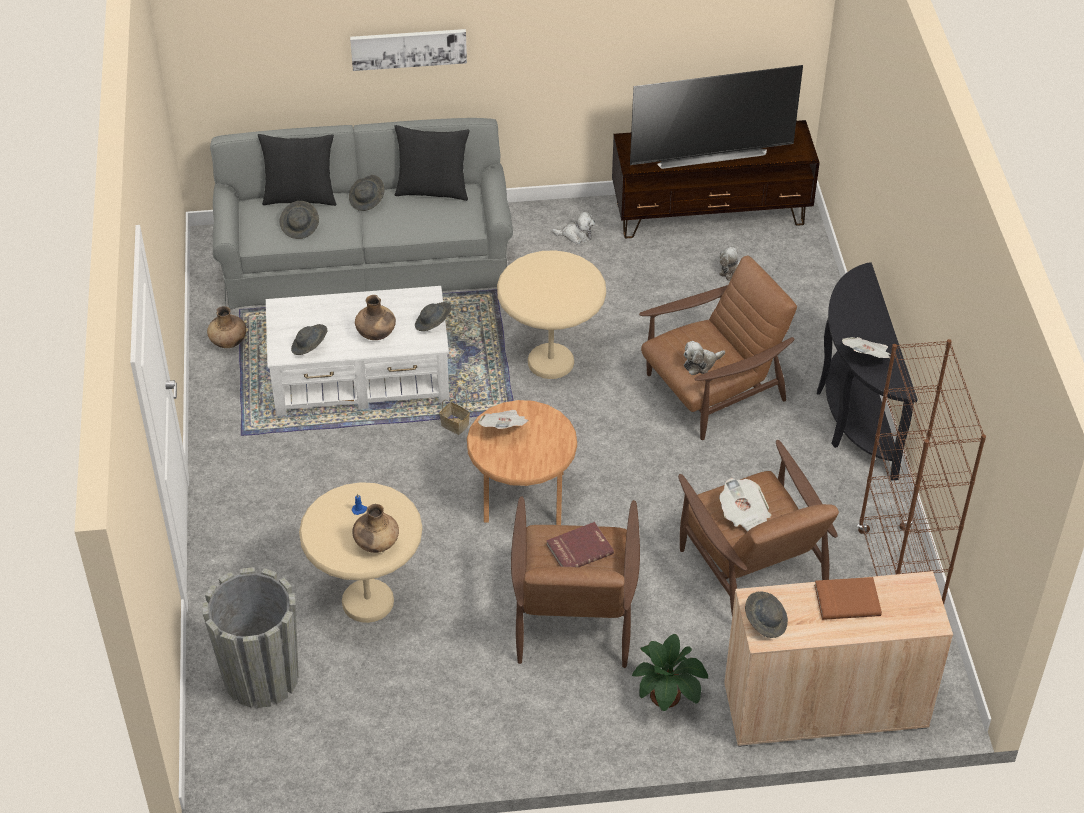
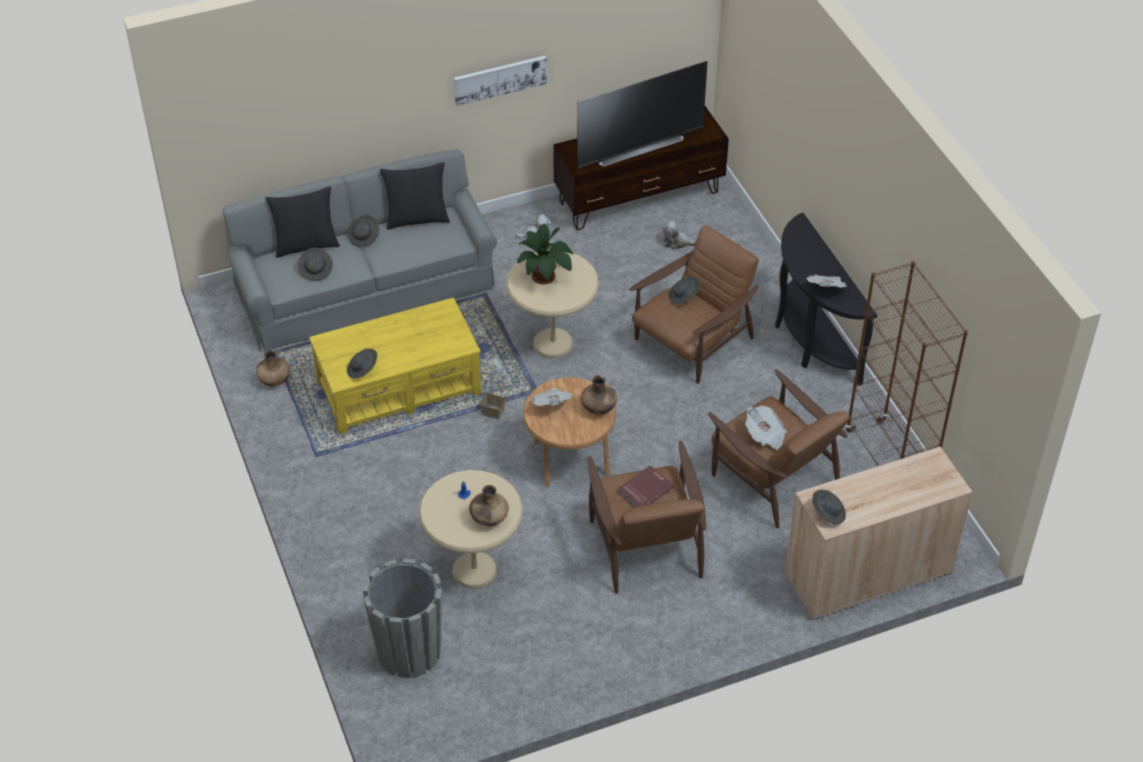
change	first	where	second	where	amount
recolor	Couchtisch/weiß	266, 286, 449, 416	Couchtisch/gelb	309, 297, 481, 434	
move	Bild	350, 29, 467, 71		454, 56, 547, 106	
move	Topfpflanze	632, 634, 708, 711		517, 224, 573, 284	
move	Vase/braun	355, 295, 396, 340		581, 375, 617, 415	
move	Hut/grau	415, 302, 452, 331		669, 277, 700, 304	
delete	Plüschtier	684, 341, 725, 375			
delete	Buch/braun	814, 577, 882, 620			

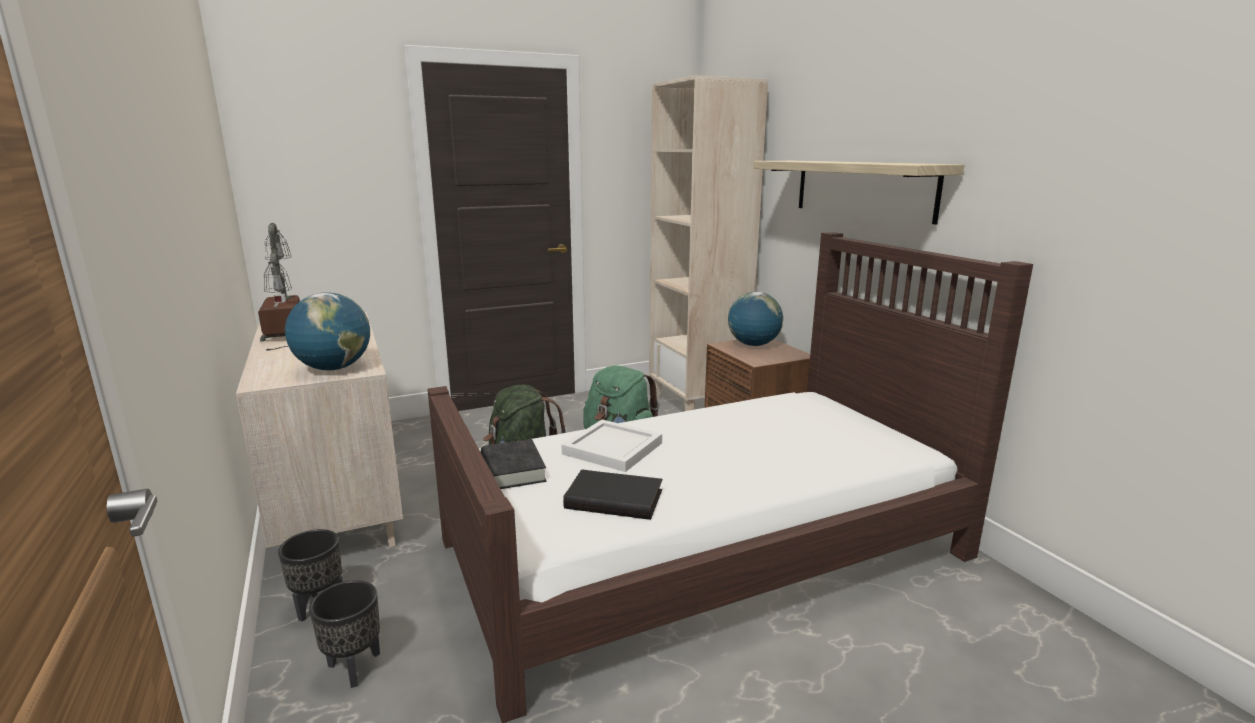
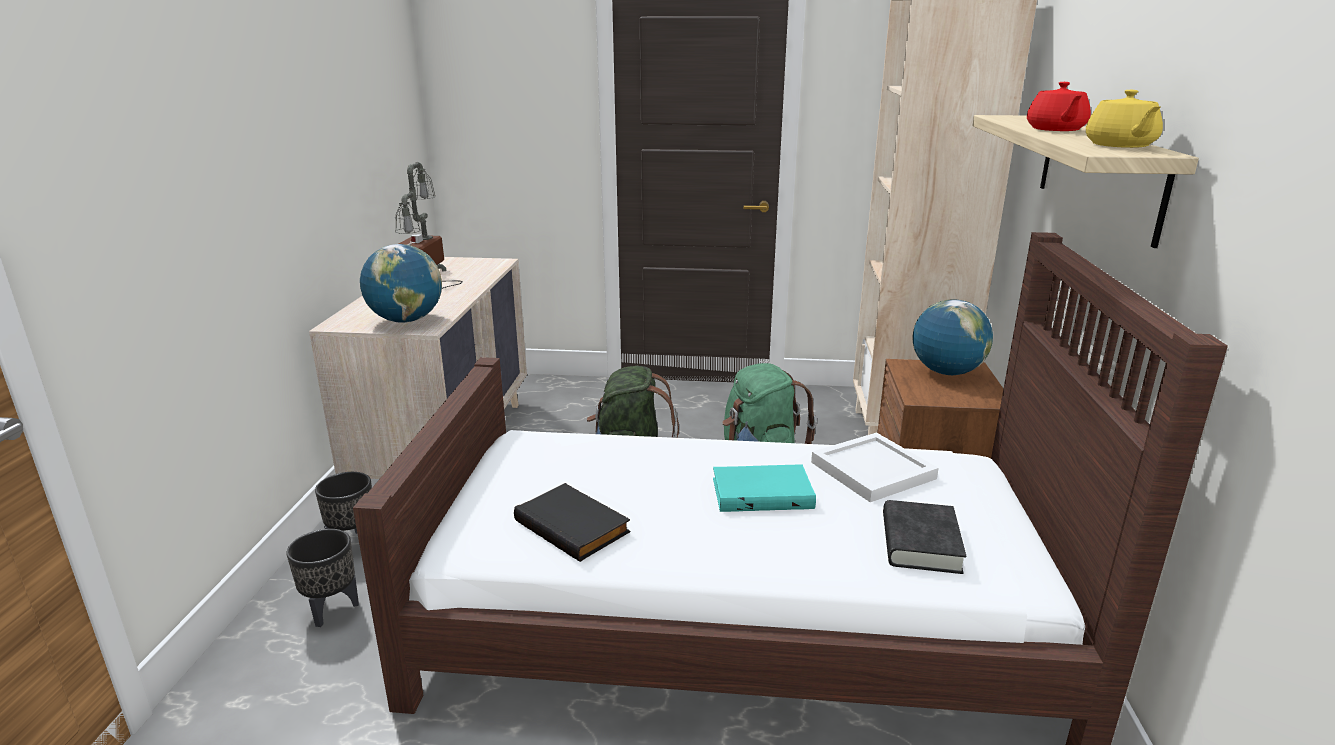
change	first	where	second	where	amount
insert			Buch/türkis	713, 464, 816, 512	
move	Tablett/weiß	562, 420, 662, 472		811, 432, 939, 502	
move	Buch/schwarz	481, 439, 546, 489		883, 500, 966, 574	
insert			Teekanne/rot	1027, 82, 1091, 131	
insert			Teekanne/gelb	1086, 90, 1163, 148	

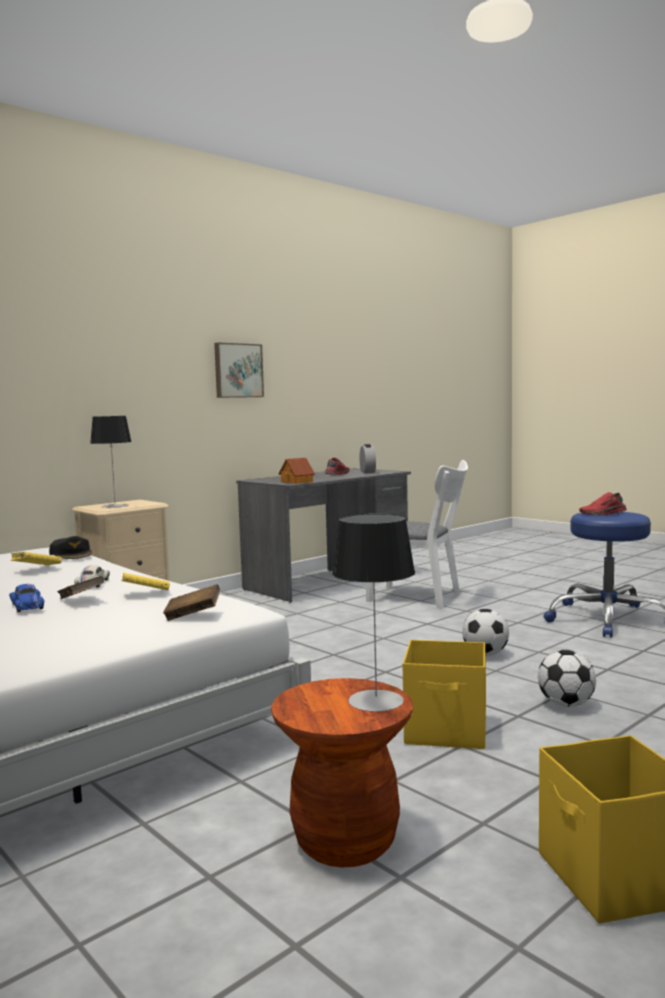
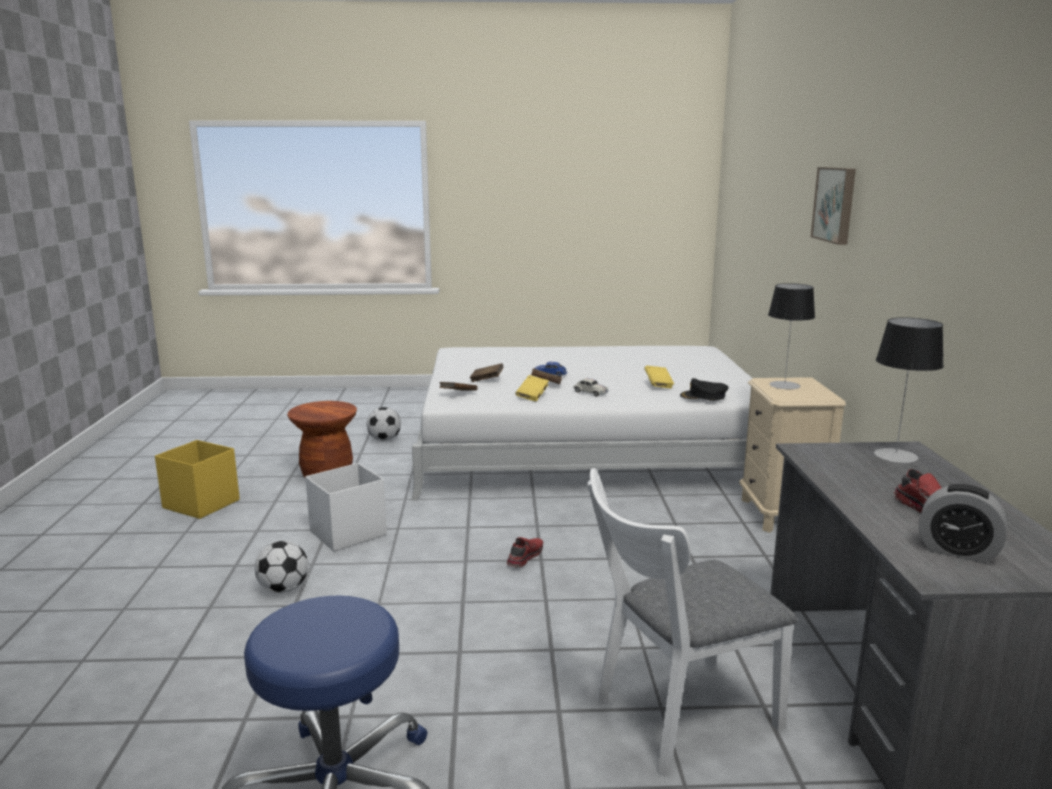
change	first	where	second	where	amount
recolor	Aufbewahrungsbox/gelb	403, 640, 486, 749	Aufbewahrungsbox/weiß	305, 463, 387, 552	
move	Fußball	462, 609, 509, 656		367, 407, 401, 441	
insert			Buch/braun	470, 363, 504, 382	
move	Schuh/rot	579, 492, 627, 516		507, 537, 543, 567	
move	Bild	214, 342, 264, 398		811, 167, 856, 245	
move	Tischlampe	332, 514, 415, 711		874, 317, 944, 463	
delete	Spielzeughaus	279, 458, 315, 484			

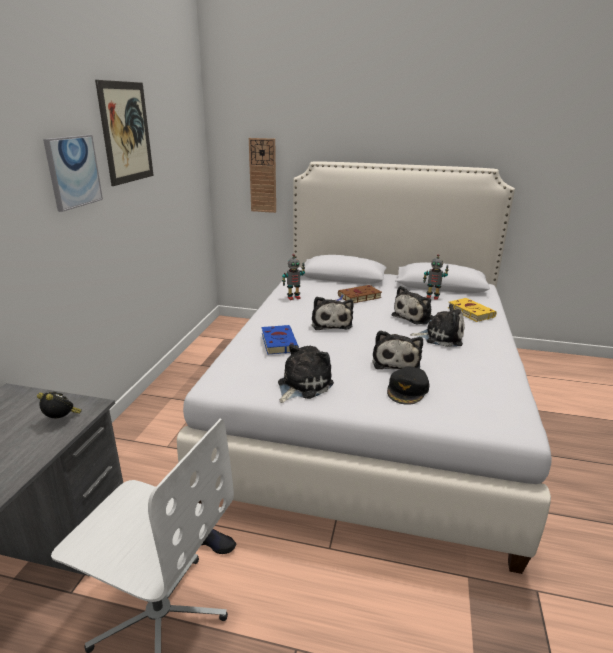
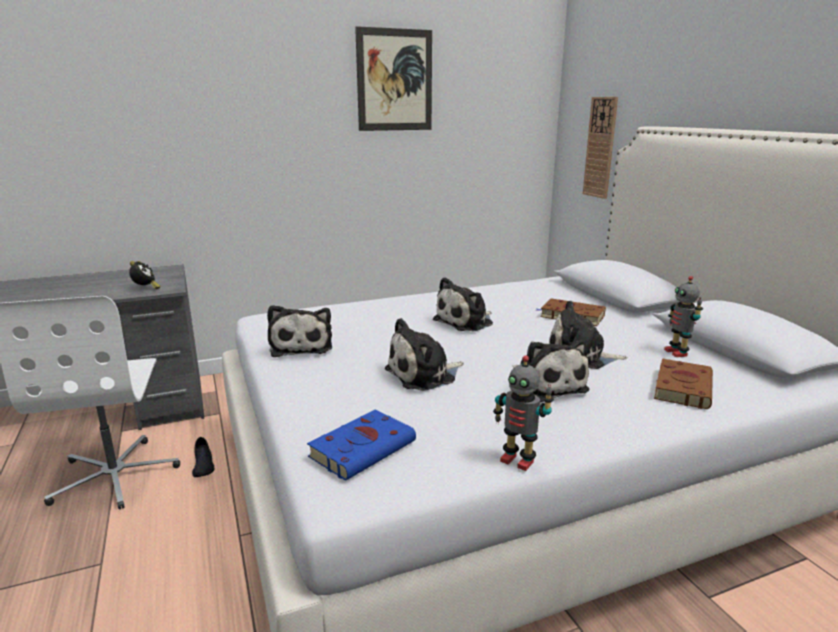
change	first	where	second	where	amount
rotate	Plüschtier	278, 344, 334, 403		267, 305, 332, 357	75 degrees clockwise
move	Buch/blau	262, 325, 299, 354		307, 409, 416, 481	
move	Spielzeugroboter	282, 254, 305, 300		493, 355, 554, 471	
recolor	Buch/gelb	448, 298, 497, 322	Buch/braun	654, 358, 713, 409	
delete	Bild	43, 135, 103, 212			
delete	Kappe/schwarz	387, 367, 429, 405			

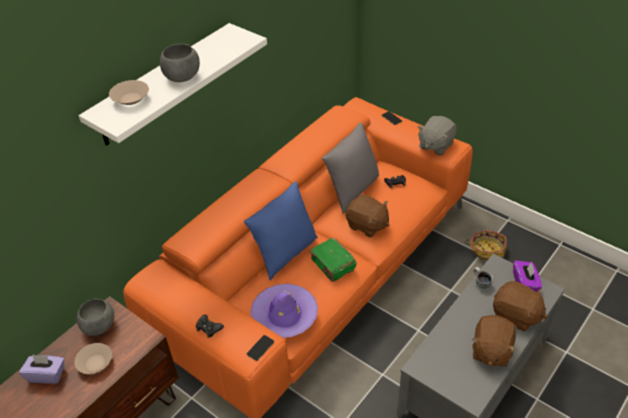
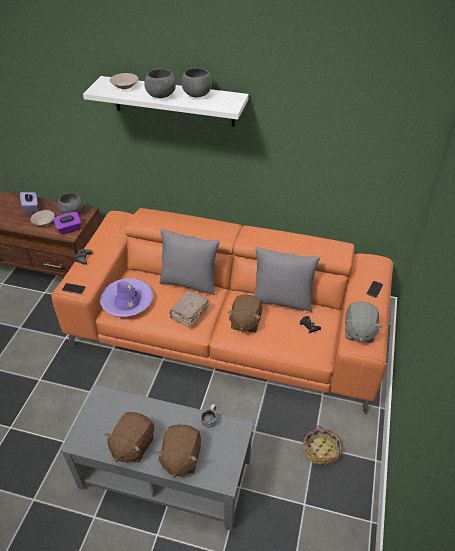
change	first	where	second	where	amount
move	Taschentuchbox/lila	513, 260, 542, 292		53, 212, 81, 235	
rotate	Plüschtier/braun	472, 315, 517, 367		104, 412, 154, 463	60 degrees counterclockwise
recolor	Kissen/blau	244, 181, 318, 280	Kissen/grau	159, 229, 220, 296	
recolor	Buch/grün	309, 238, 357, 282	Buch/braun	170, 290, 209, 328	
insert			Schüssel/grau	182, 68, 212, 98	
rotate	Plüschtier/grau	418, 116, 457, 155		345, 301, 382, 343	90 degrees counterclockwise

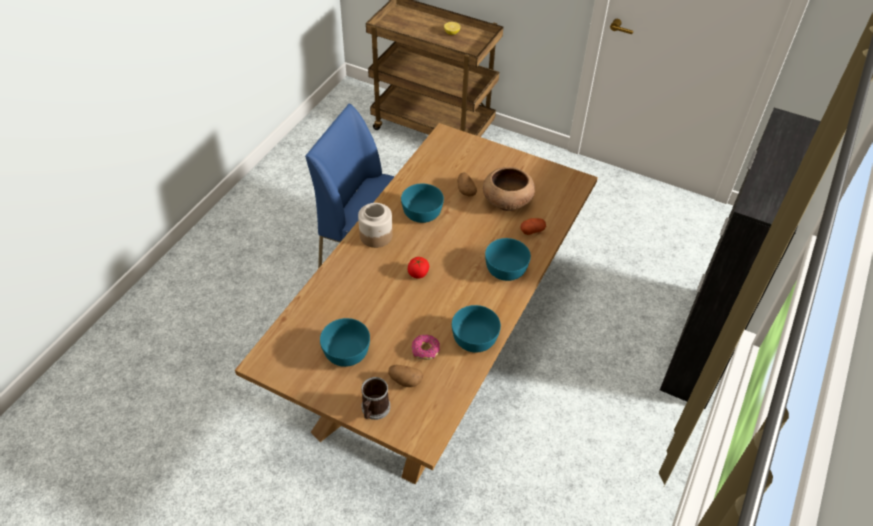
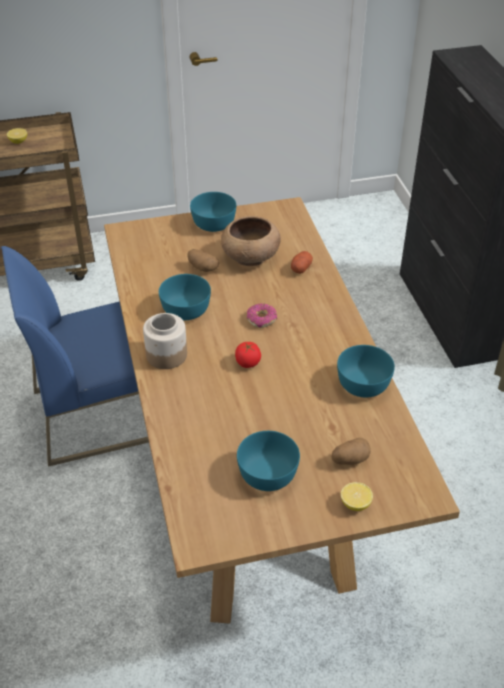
change	first	where	second	where	amount
move	Schüssel/türkis	485, 238, 531, 281		190, 192, 236, 232	
move	Donut	411, 335, 440, 360		247, 303, 277, 328	
replace	Henkelbecher	361, 377, 390, 420	Zitrone	341, 482, 373, 511	

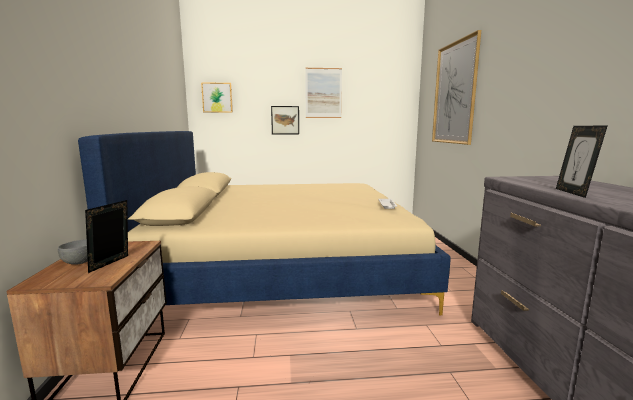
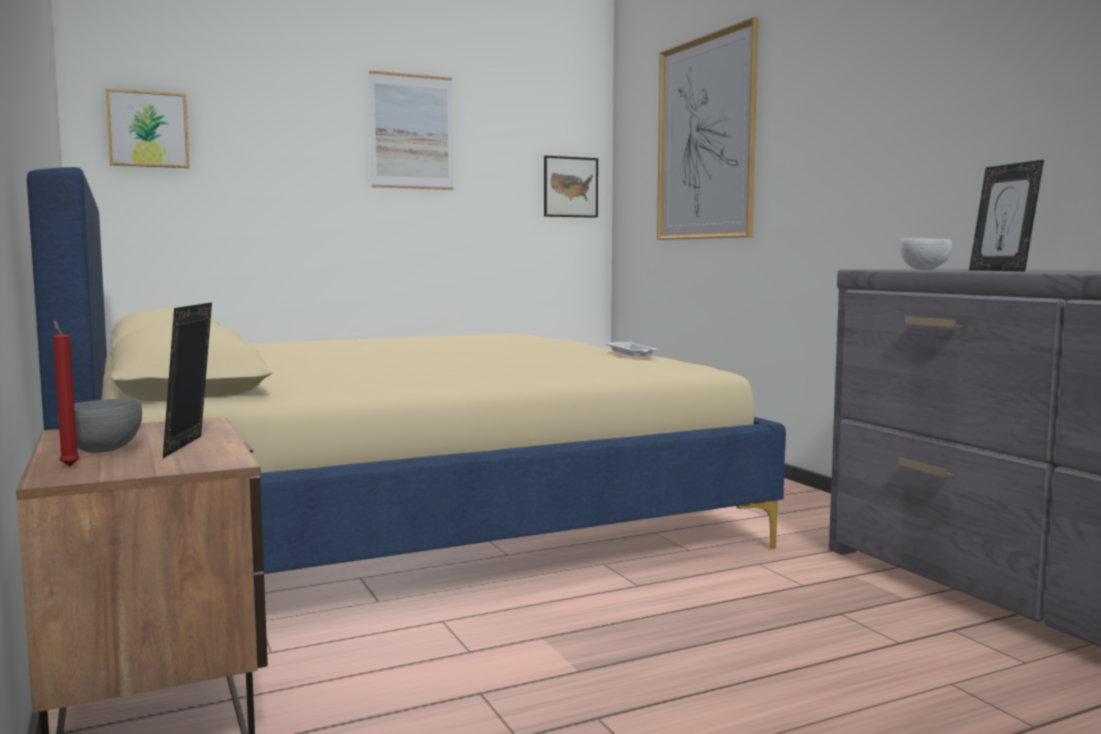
change	first	where	second	where	amount
insert			Kerze/rot	53, 320, 79, 466	
move	Bild	271, 106, 299, 134		544, 155, 598, 218	
insert			Schüssel/weiß	900, 238, 952, 269	

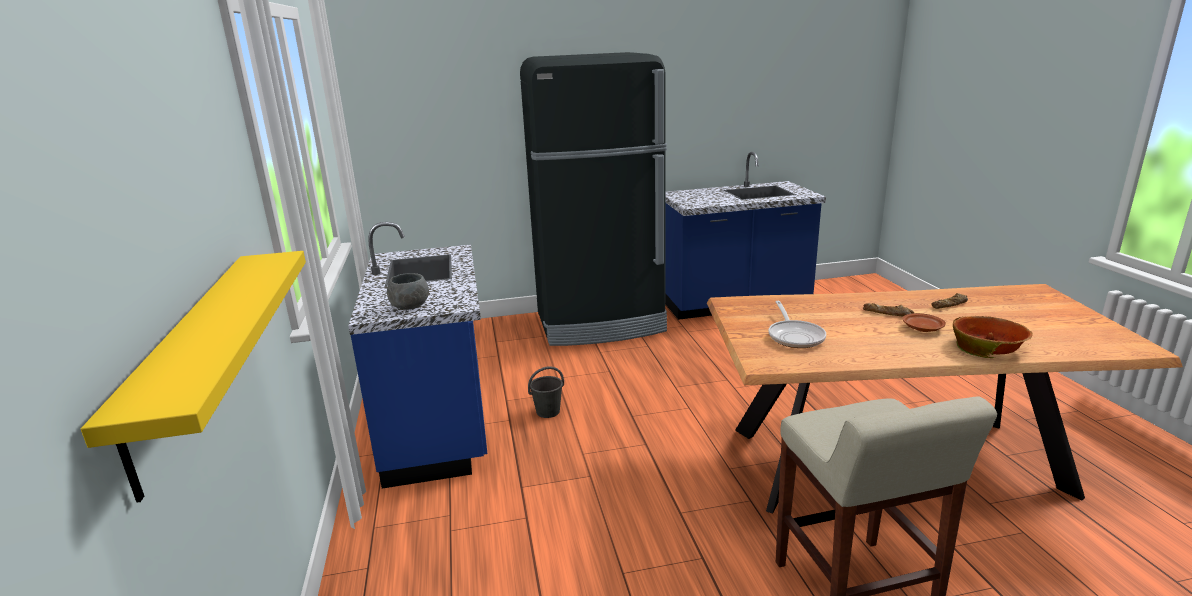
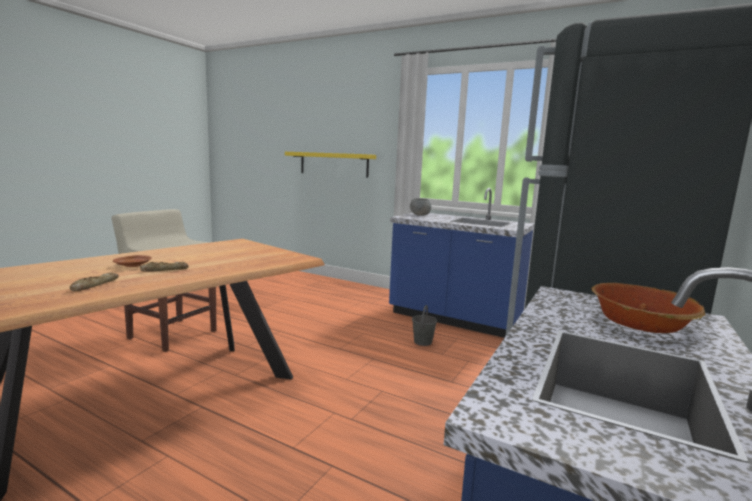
change	first	where	second	where	amount
move	Schüssel	953, 316, 1033, 358		591, 283, 705, 333	
delete	Pfanne	768, 301, 826, 348			

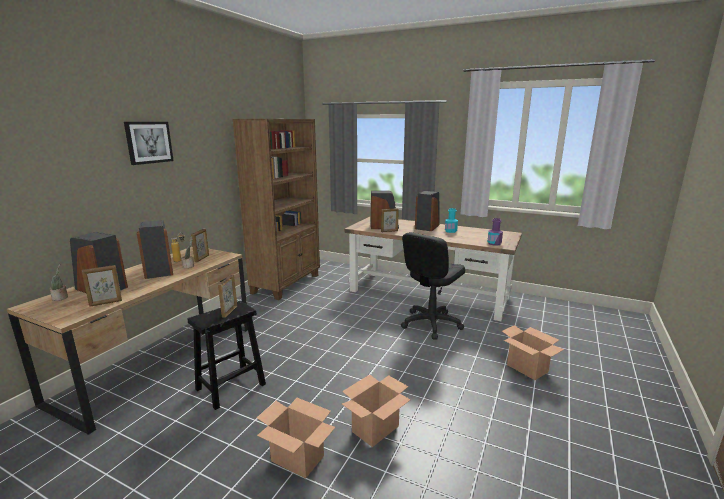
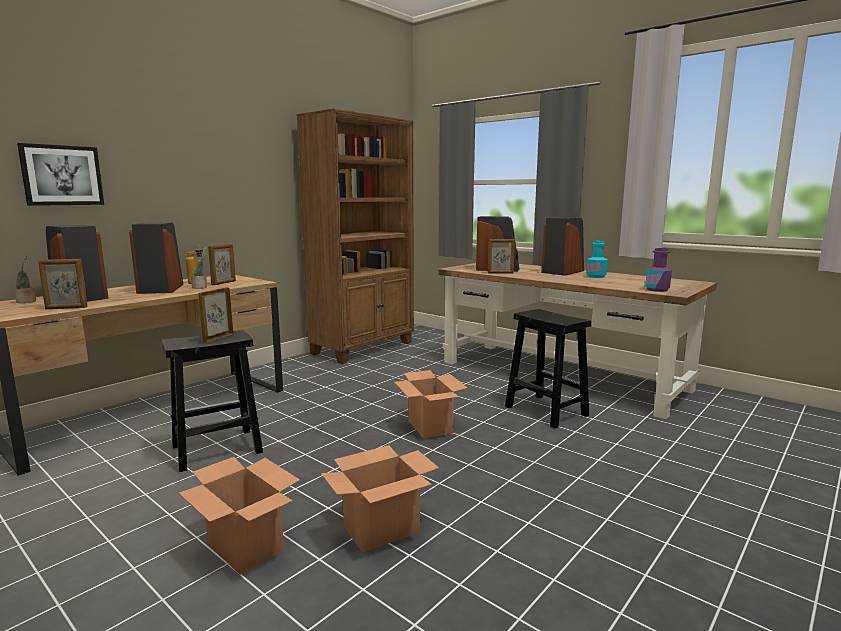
change	first	where	second	where	amount
move	Bild	124, 122, 174, 165		17, 143, 104, 206	
move	Karton	502, 325, 564, 380		394, 370, 467, 438	
replace	Bürostuhl/schwarz	401, 232, 465, 340	Hocker/schwarz	505, 309, 591, 429	

